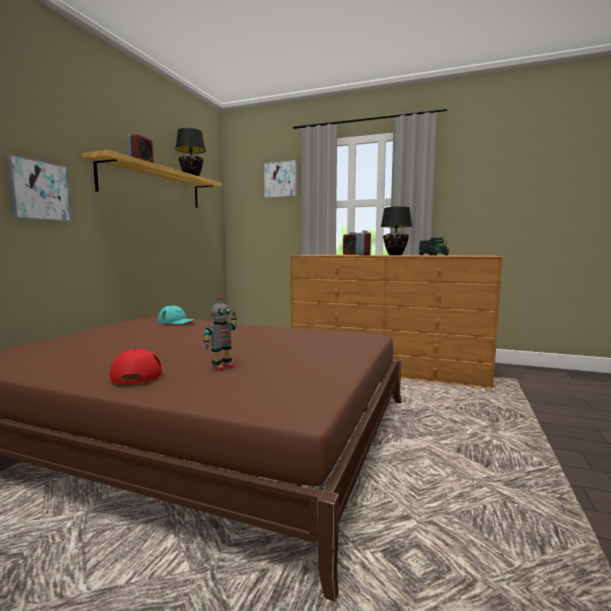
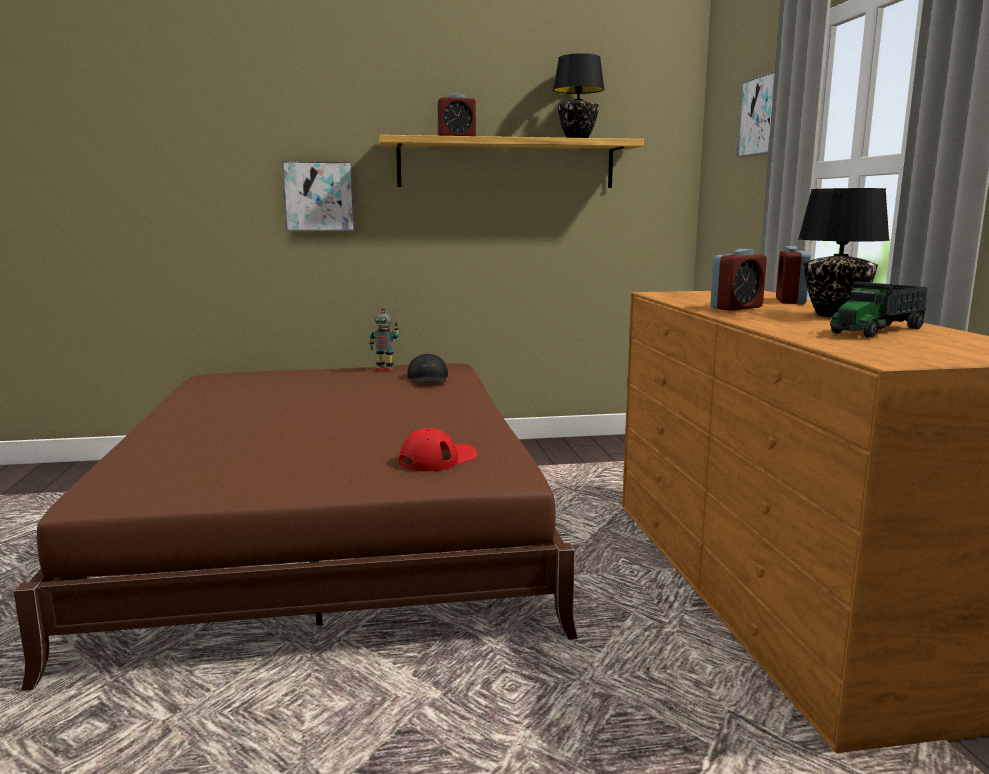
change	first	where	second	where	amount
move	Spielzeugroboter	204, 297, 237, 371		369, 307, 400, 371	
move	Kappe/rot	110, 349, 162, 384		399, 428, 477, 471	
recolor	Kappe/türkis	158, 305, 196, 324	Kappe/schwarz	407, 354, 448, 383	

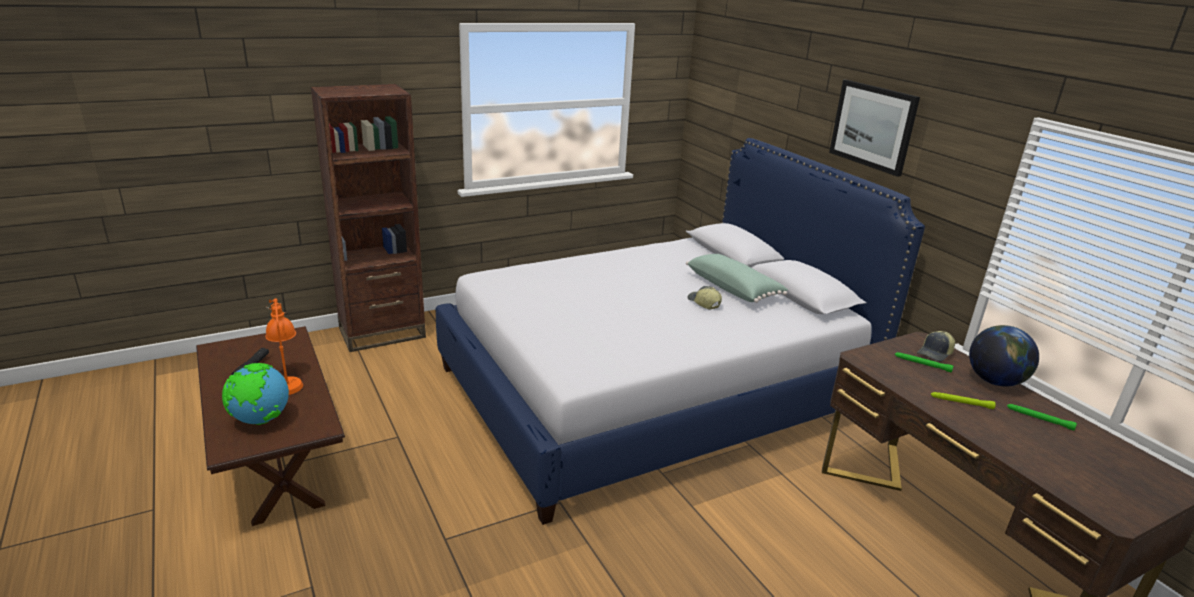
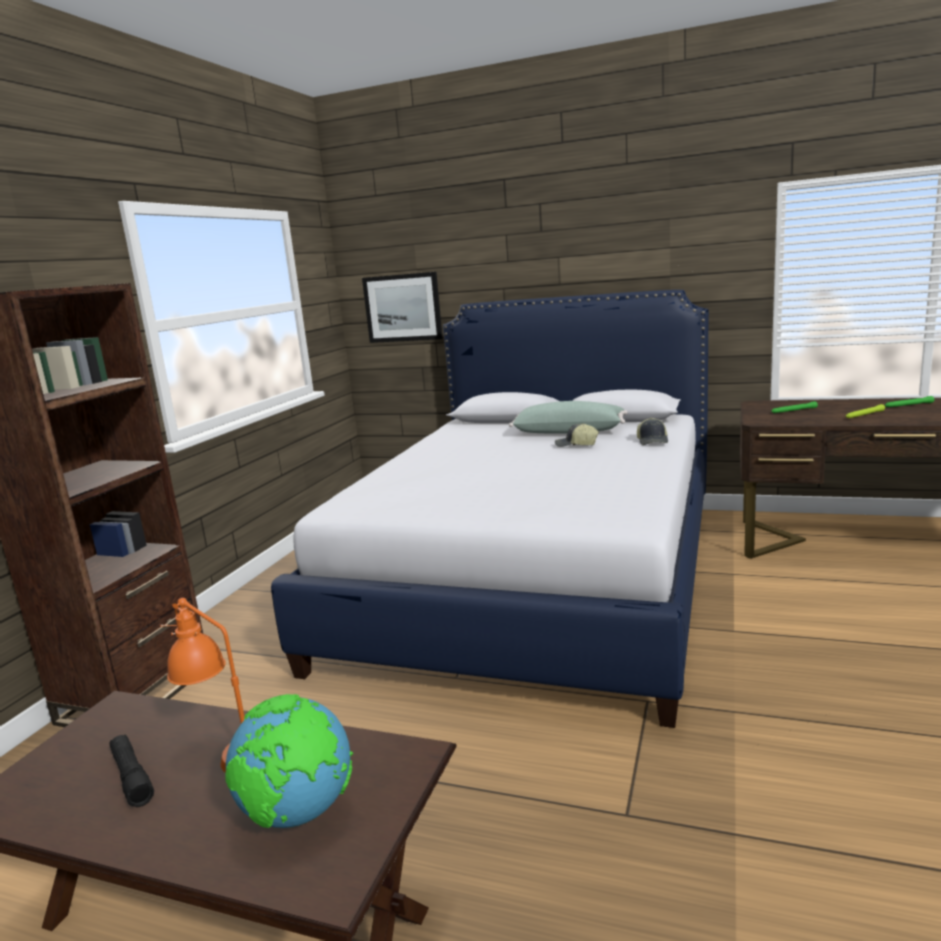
change	first	where	second	where	amount
move	Bild	829, 80, 920, 177		362, 272, 443, 343	
move	Kappe	917, 331, 955, 362		637, 418, 668, 445	
delete	Globus	969, 325, 1039, 387			

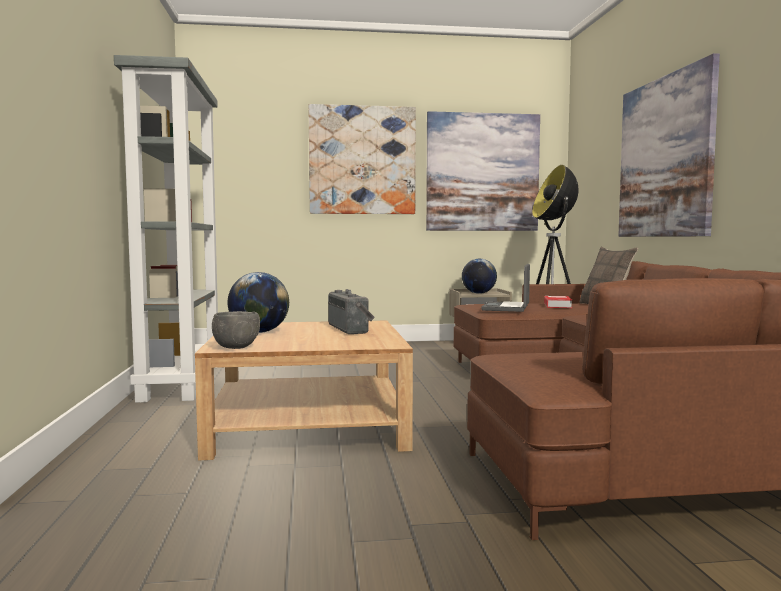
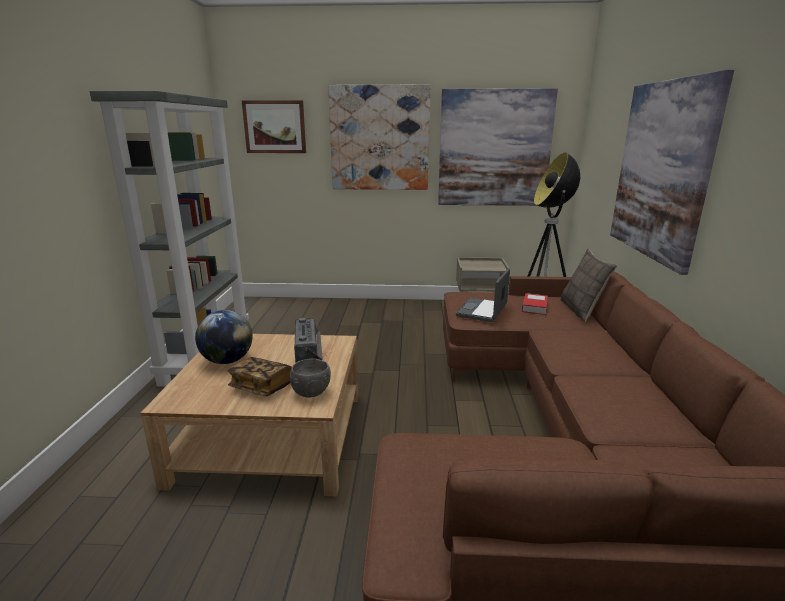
change	first	where	second	where	amount
insert			Buch	228, 357, 292, 396	
insert			Bild	242, 100, 306, 153	
move	Schüssel/grau	212, 311, 260, 349		289, 359, 331, 398	
delete	Globus	462, 258, 497, 294			

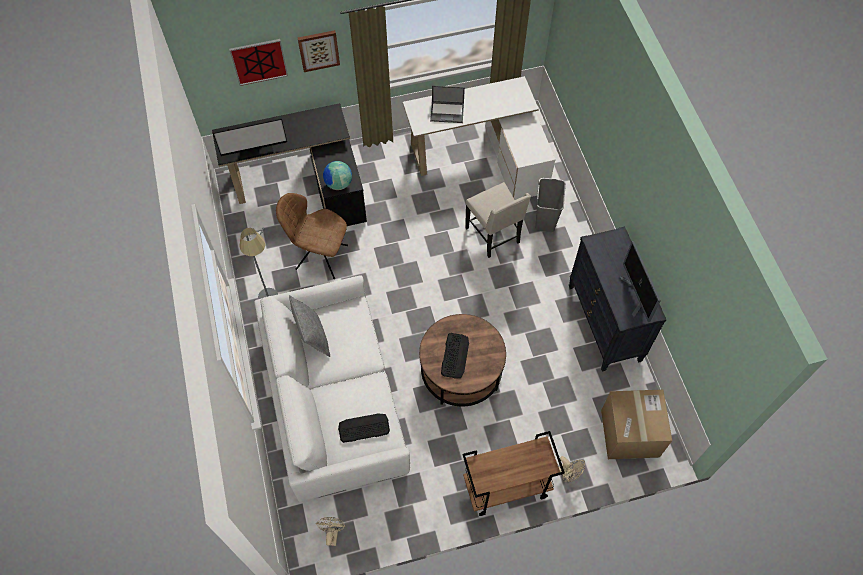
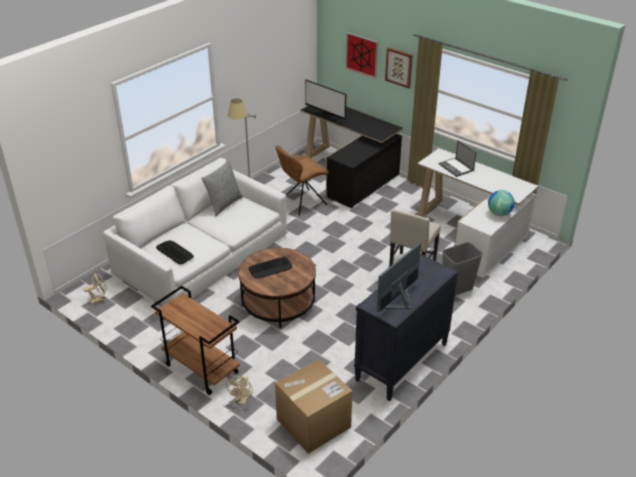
change	first	where	second	where	amount
rotate	Stuhl/braun	276, 193, 348, 279		276, 145, 329, 215	105 degrees counterclockwise
move	Globus	323, 161, 352, 190		488, 190, 515, 216	

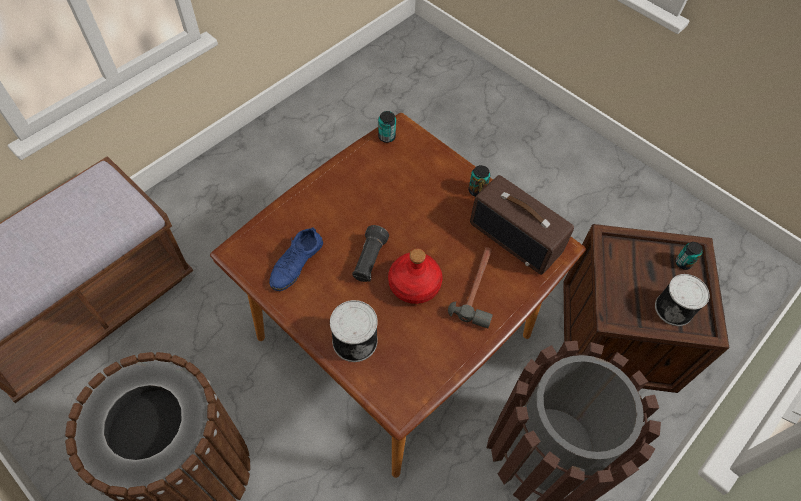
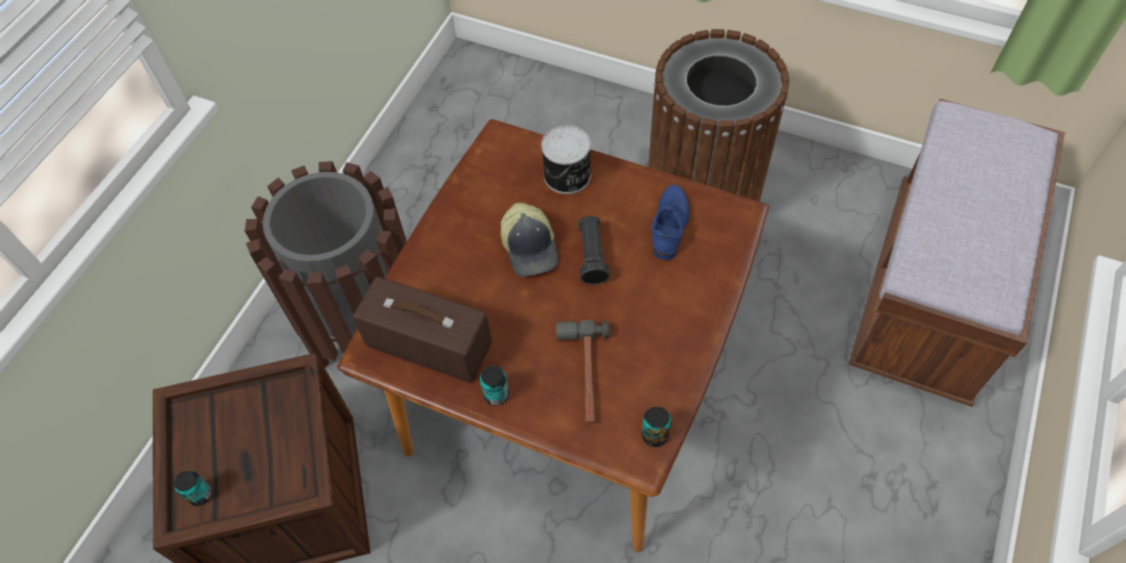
change	first	where	second	where	amount
replace	Flasche/rot	388, 249, 442, 304	Kappe	501, 202, 558, 277	
move	Hammer	448, 247, 493, 328		556, 320, 610, 424	
delete	Dose	655, 274, 710, 326			

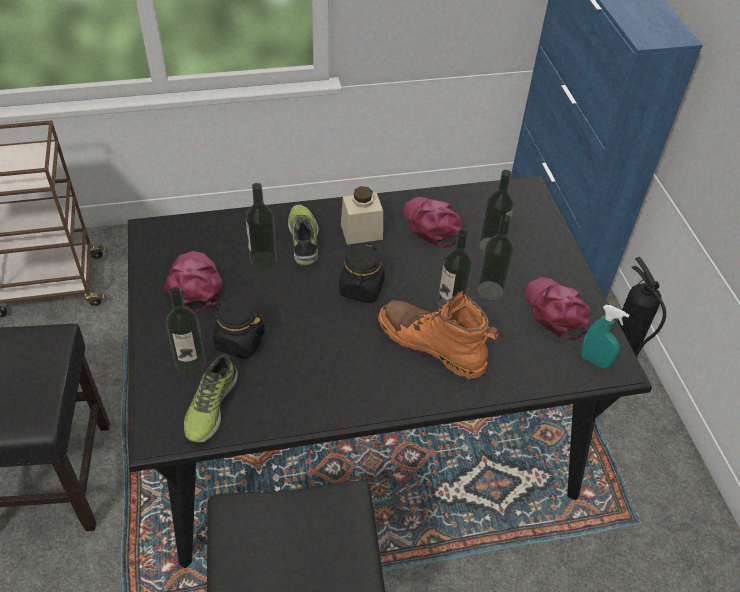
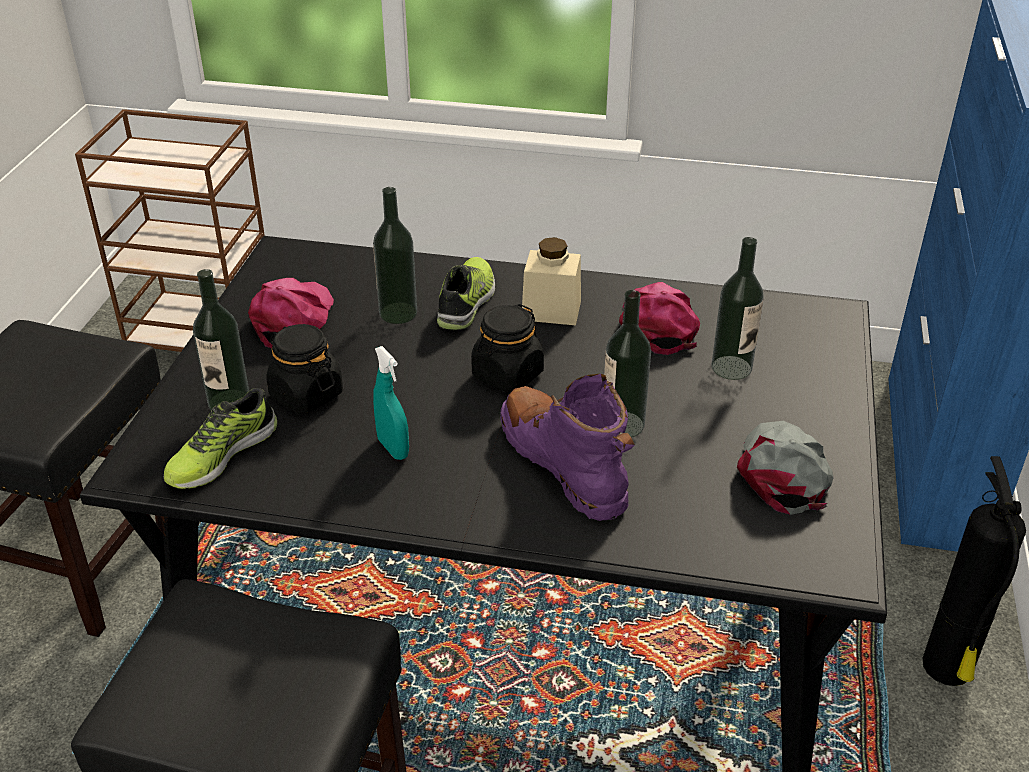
change	first	where	second	where	amount
move	Sprühflasche/türkis	581, 305, 629, 369		373, 346, 409, 460	
recolor	Stiefel/orange	378, 291, 499, 379	Stiefel/lila	500, 374, 635, 521	
recolor	Kappe/rosa	525, 277, 590, 340	Kappe/grau	737, 421, 834, 515	
delete	Flasche	477, 214, 514, 301			

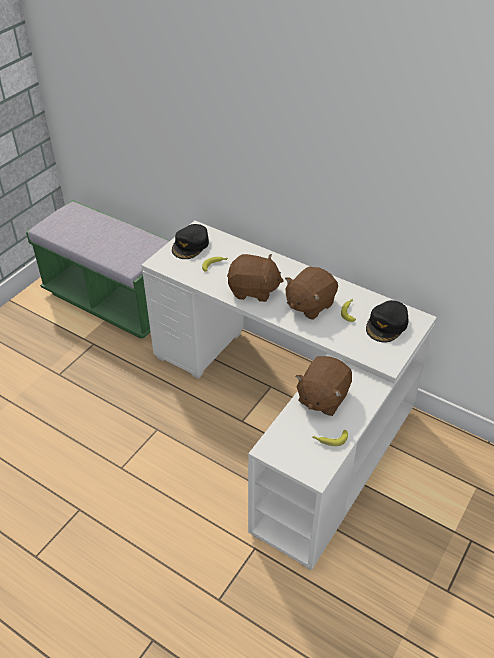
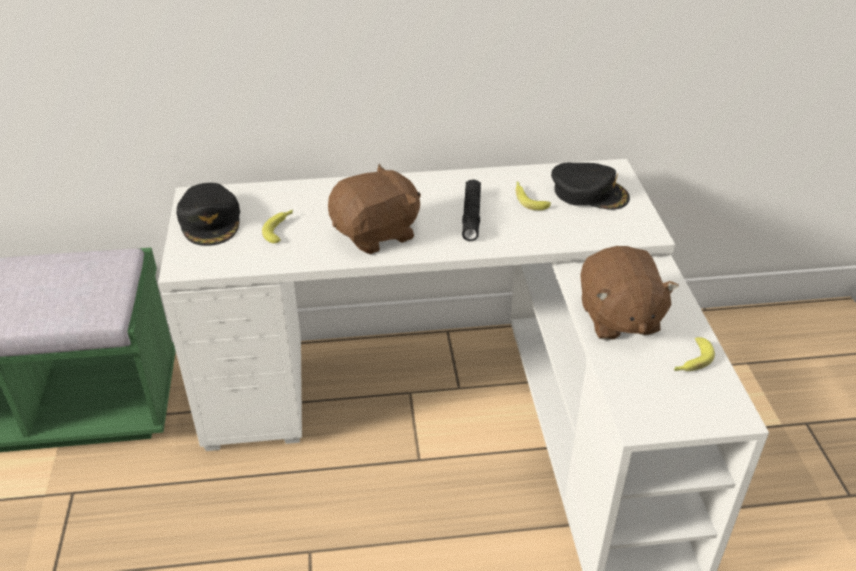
change	first	where	second	where	amount
replace	Plüschtier/braun	285, 266, 338, 320	Taschenlampe/schwarz	462, 179, 481, 241	
rotate	Kappe/schwarz	366, 300, 409, 342		551, 163, 630, 210	60 degrees counterclockwise

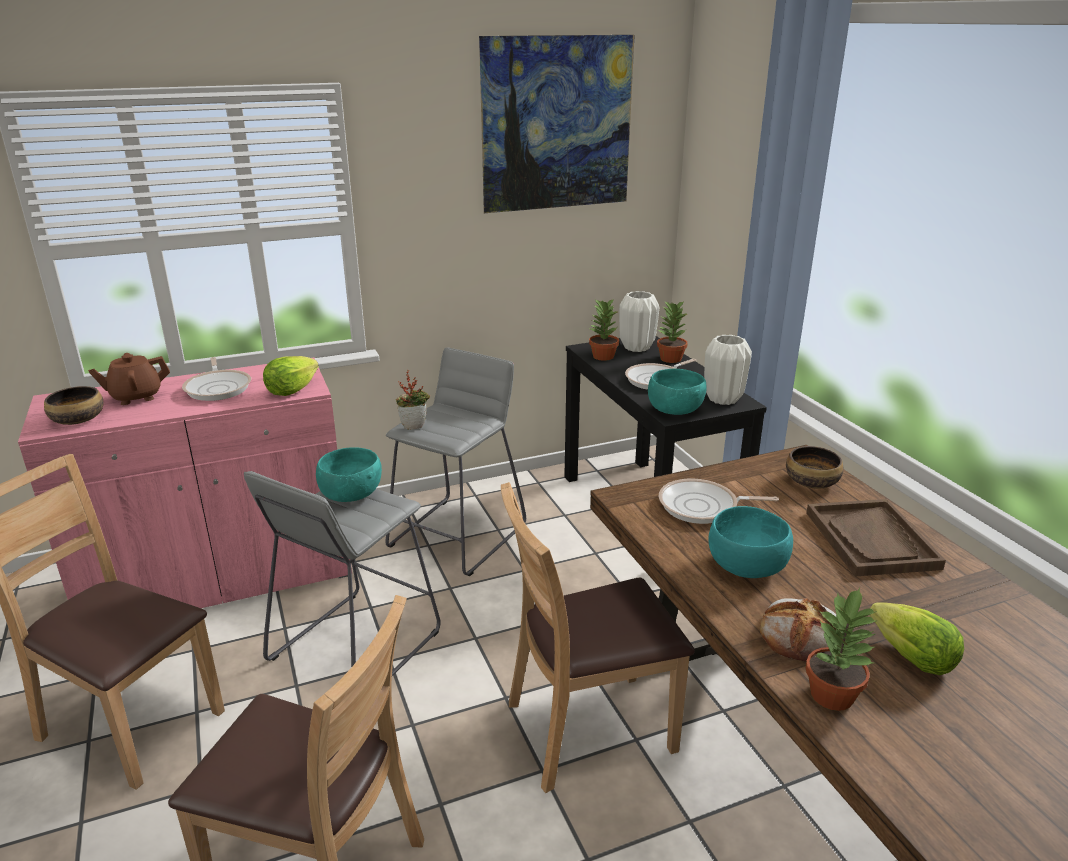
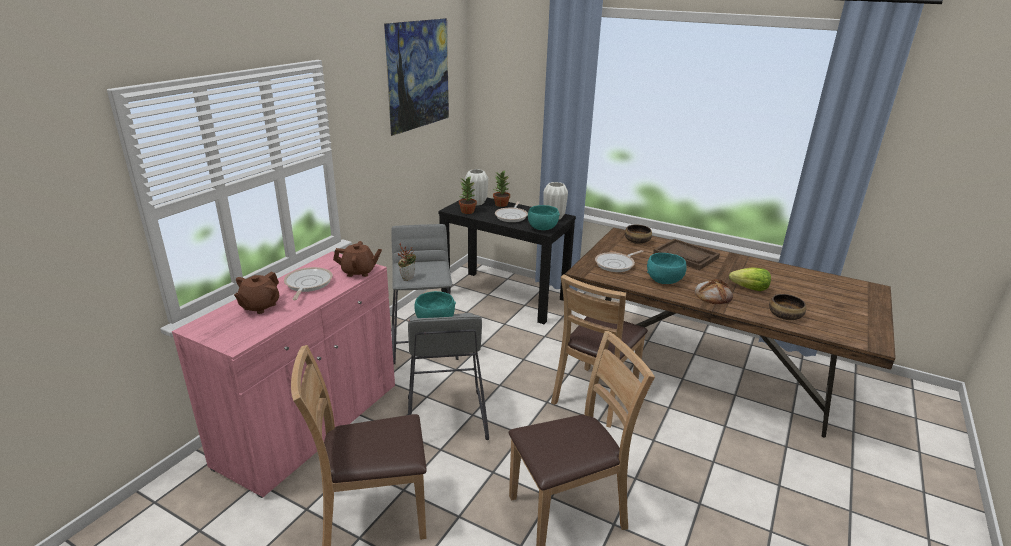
change	first	where	second	where	amount
rotate	Pfanne	182, 357, 251, 401		284, 267, 333, 300	120 degrees counterclockwise
replace	Salatkopf	263, 356, 319, 396	Teekanne/braun	333, 241, 382, 277	
move	Schüssel	44, 386, 104, 425		769, 294, 806, 320	
delete	Topfpflanze	805, 588, 878, 711			

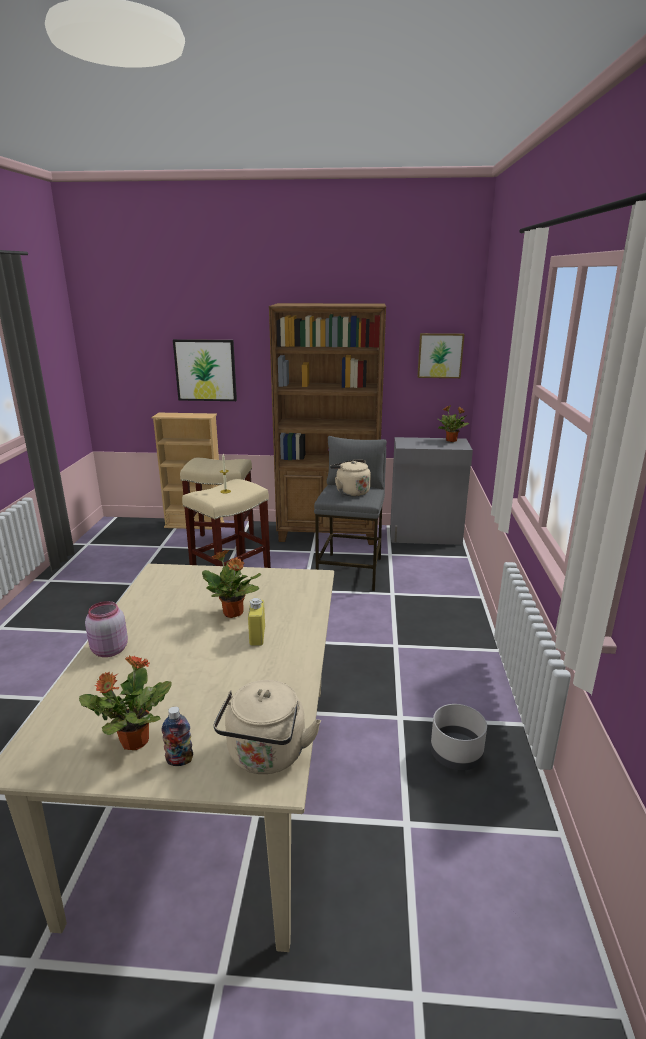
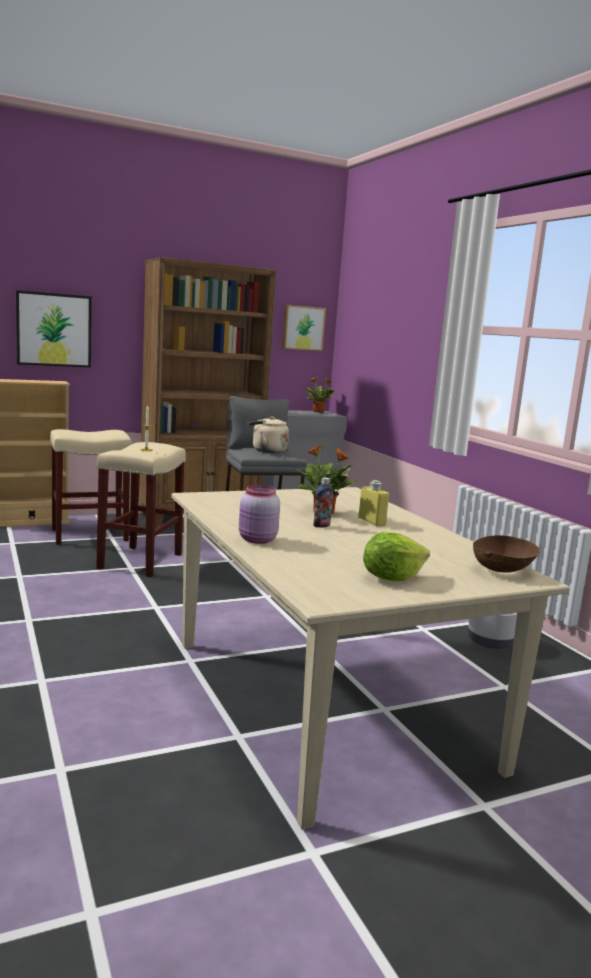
change	first	where	second	where	amount
move	Flasche	161, 706, 193, 766		313, 477, 333, 528	
replace	Topfpflanze	79, 655, 172, 751	Salatkopf	363, 532, 430, 582	
replace	Wasserkessel/beige	214, 680, 321, 774	Schüssel/braun	473, 535, 540, 573	

